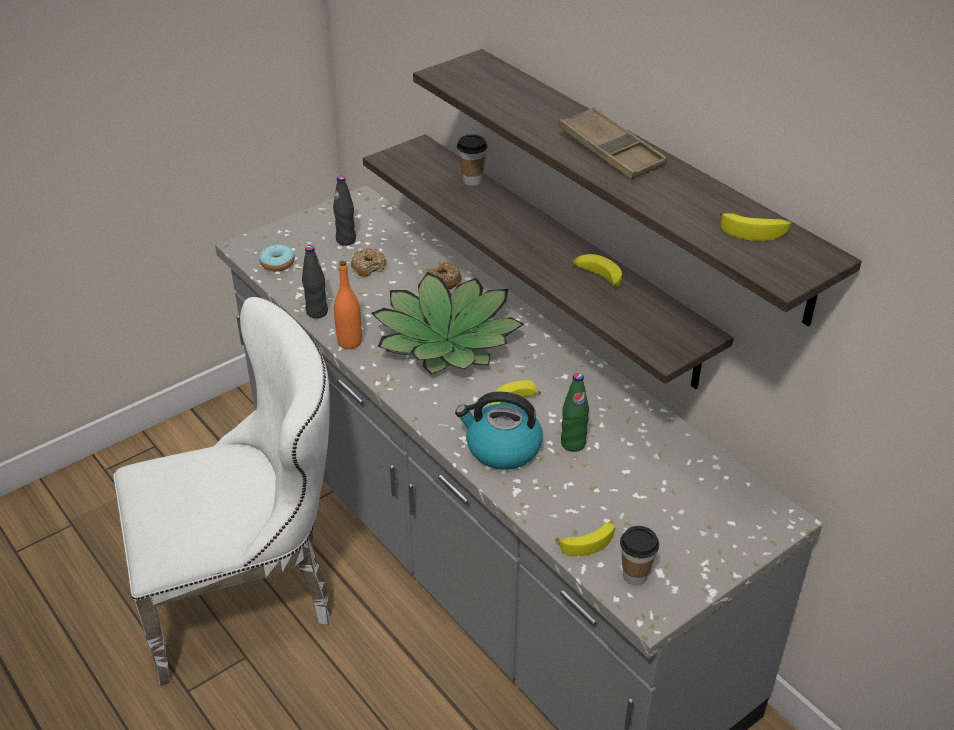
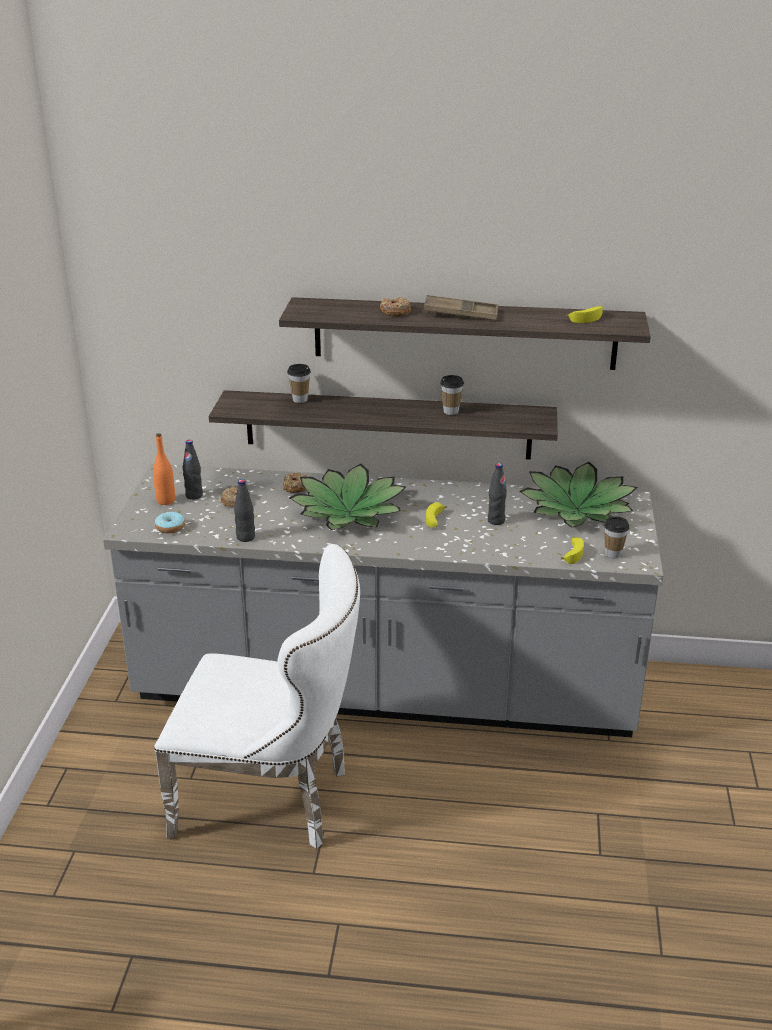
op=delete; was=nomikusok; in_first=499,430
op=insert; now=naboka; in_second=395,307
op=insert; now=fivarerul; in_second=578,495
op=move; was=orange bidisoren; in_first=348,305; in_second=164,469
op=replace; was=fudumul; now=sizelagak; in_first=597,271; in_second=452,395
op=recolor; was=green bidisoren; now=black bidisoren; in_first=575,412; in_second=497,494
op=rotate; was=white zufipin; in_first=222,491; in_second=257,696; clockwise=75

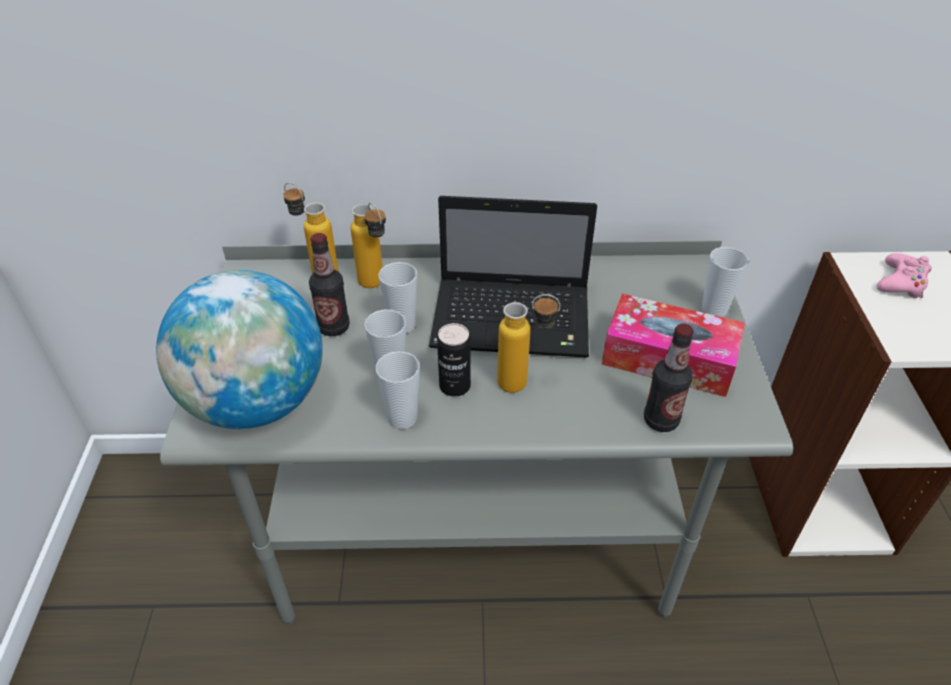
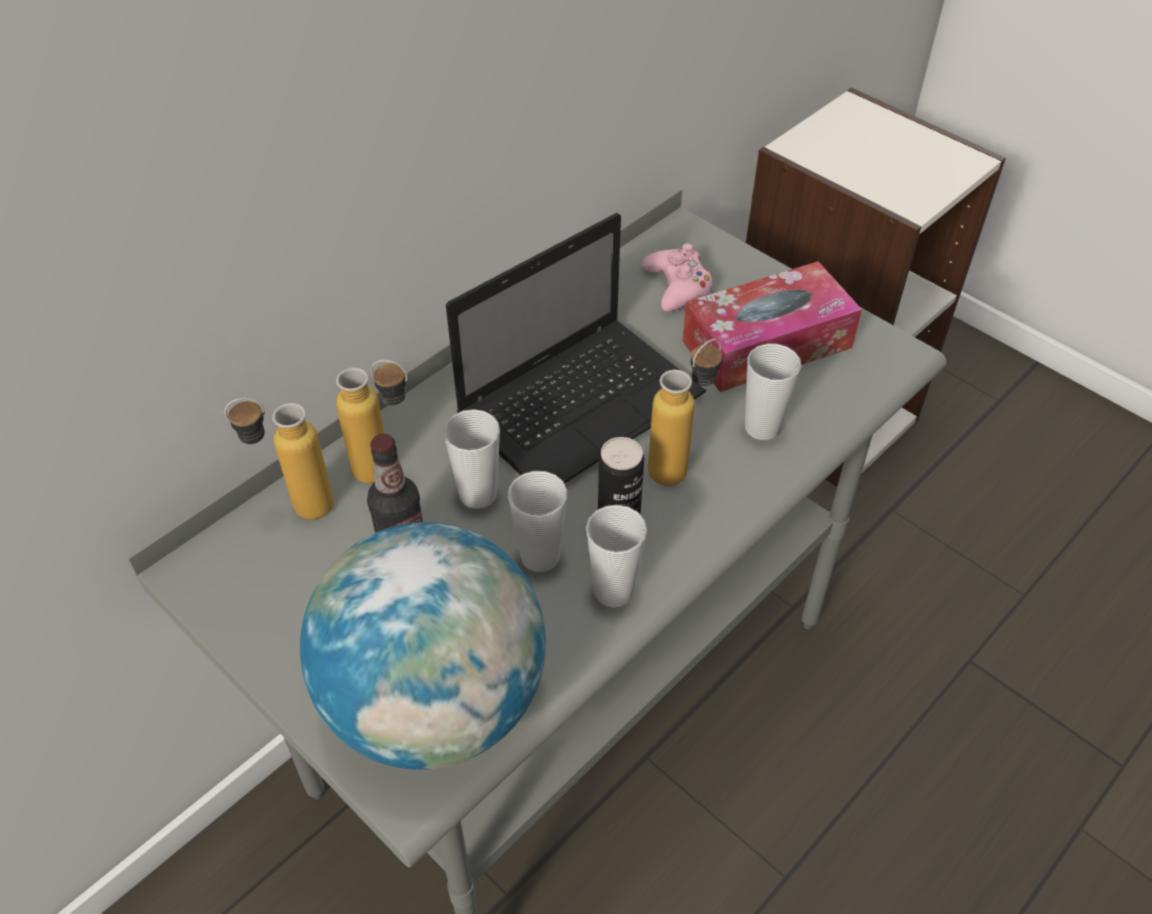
op=delete; was=bidisoren; in_first=669,378
op=move; was=sizelagak; in_first=725,282; in_second=773,391
op=move; was=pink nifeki; in_first=904,275; in_second=677,278

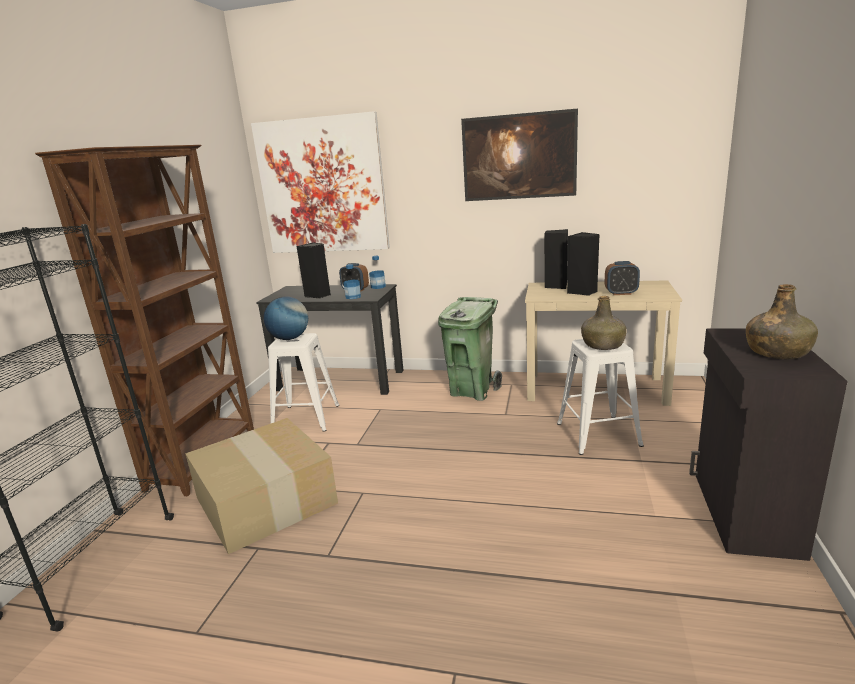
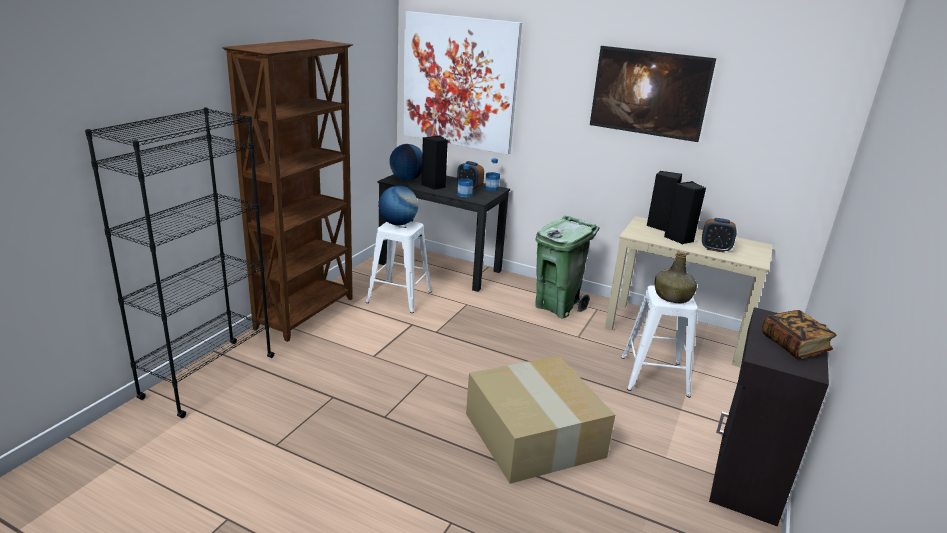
op=insert; now=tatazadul; in_second=405,162
op=move; was=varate; in_first=261,486; in_second=540,420
op=replace; was=green bidisoren; now=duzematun; in_first=782,321; in_second=799,334

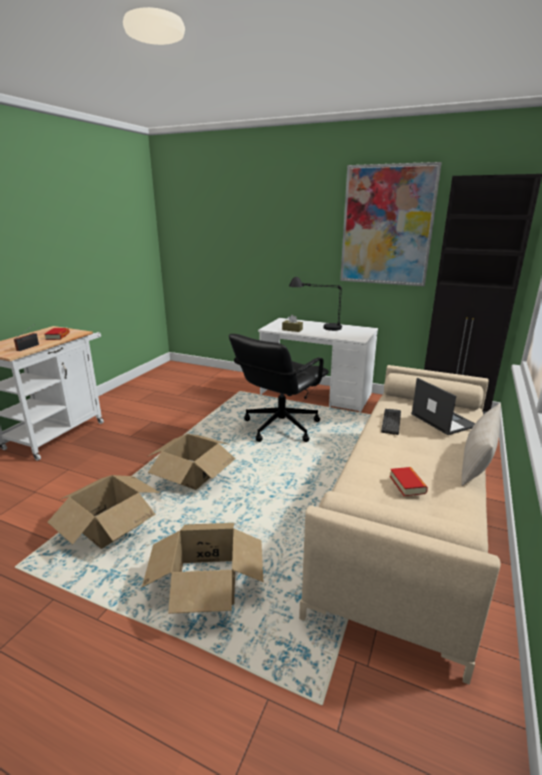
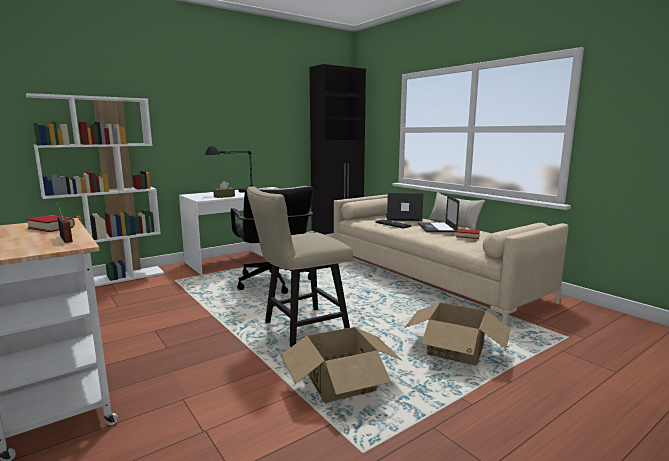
op=delete; was=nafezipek; in_first=391,224
op=insert; now=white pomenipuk; in_second=95,190
op=insert; now=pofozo; in_second=438,214
op=replace; was=varate; now=beige zufipin; in_first=191,462; in_second=300,266

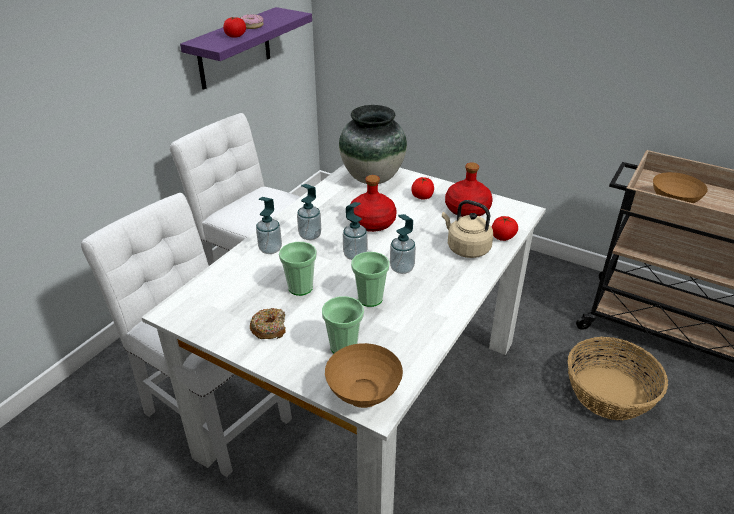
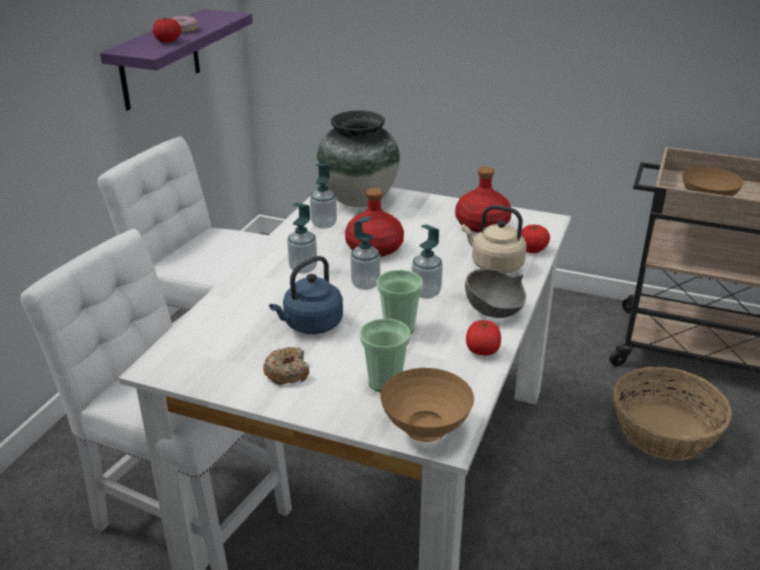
op=insert; now=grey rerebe; in_second=495,293
op=move; was=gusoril; in_first=269,225; in_second=323,196
op=move; was=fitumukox; in_first=422,188; in_second=483,338
op=replace; was=sizelagak; now=blue nomikusok; in_first=298,269; in_second=306,295

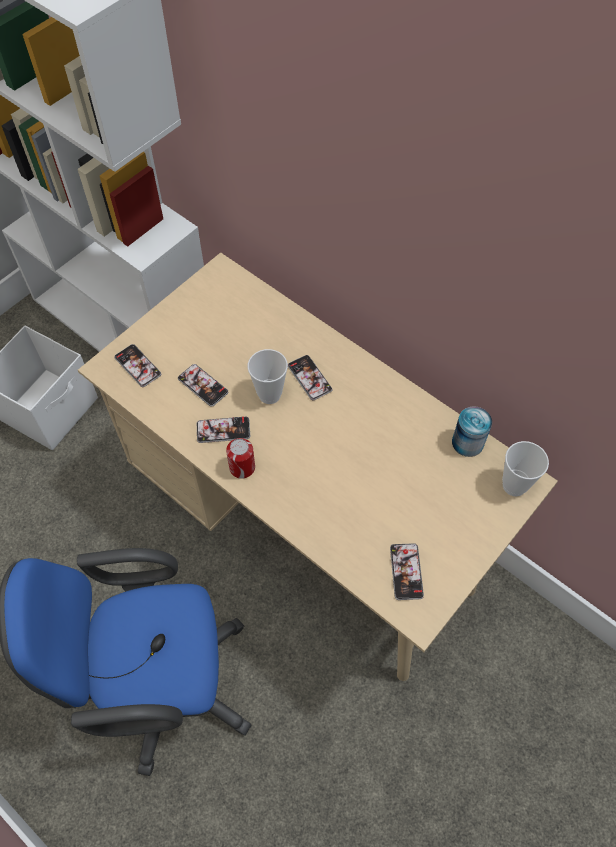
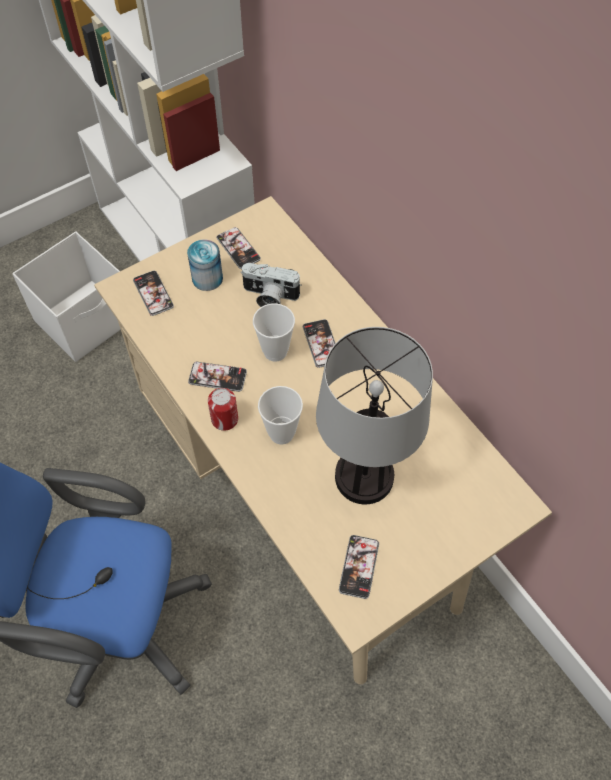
op=insert; now=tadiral; in_second=271,285
op=insert; now=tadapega; in_second=374,416
op=move; was=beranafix; in_first=203,385; in_second=239,248
op=move; was=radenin; in_first=472,431; in_second=205,265
op=move; was=sizelagak; in_first=525,469; in_second=280,415

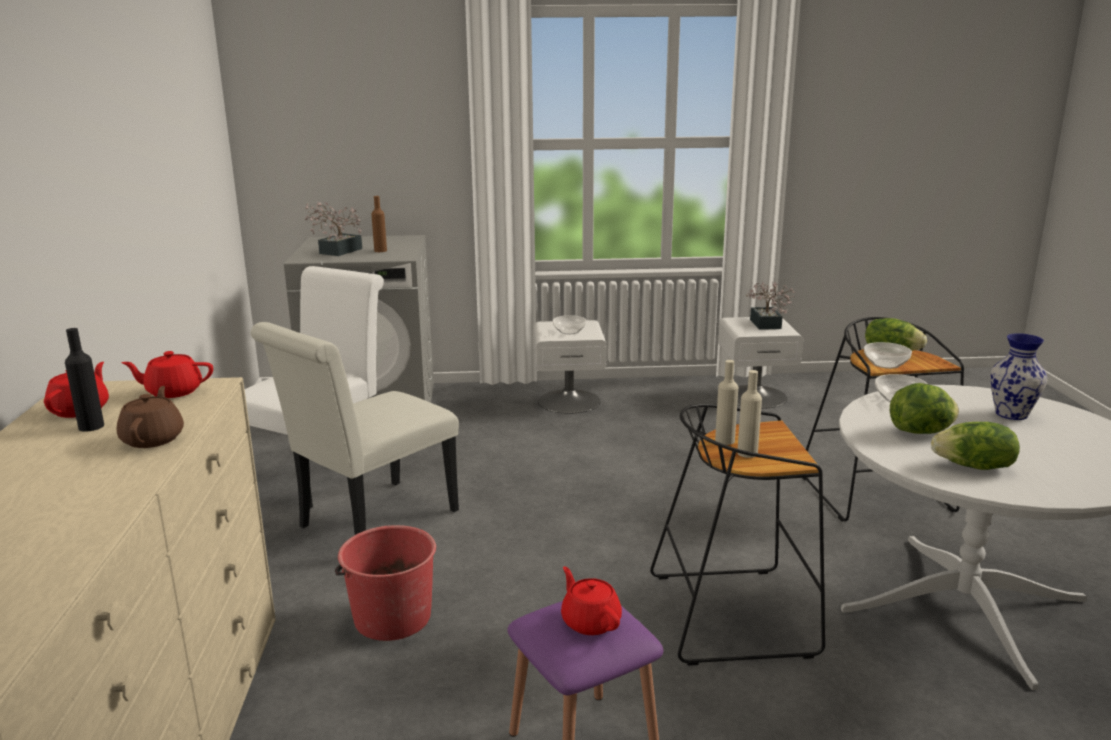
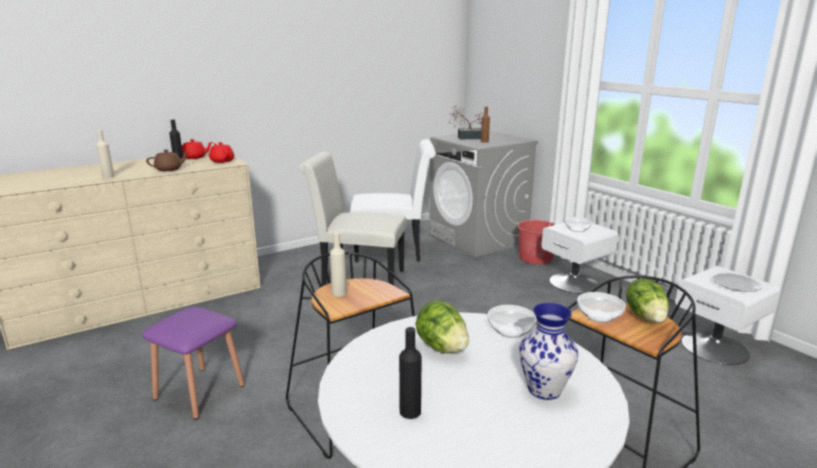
op=delete; was=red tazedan; in_first=591,600
op=delete; was=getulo; in_first=975,446
op=insert; now=black bidisoren; in_second=410,373
op=move; was=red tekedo; in_first=385,583; in_second=535,242
op=move; was=beige bidisoren; in_first=726,402; in_second=105,154
op=replace; was=fivarerul; now=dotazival; in_first=770,305; in_second=737,282

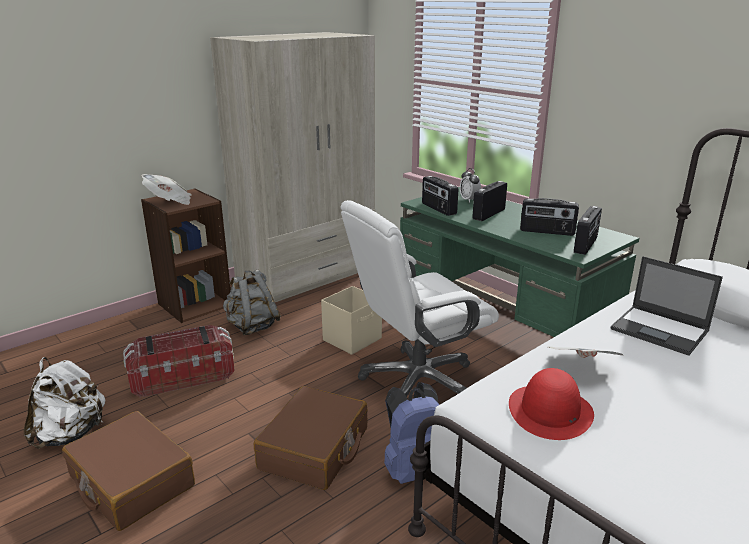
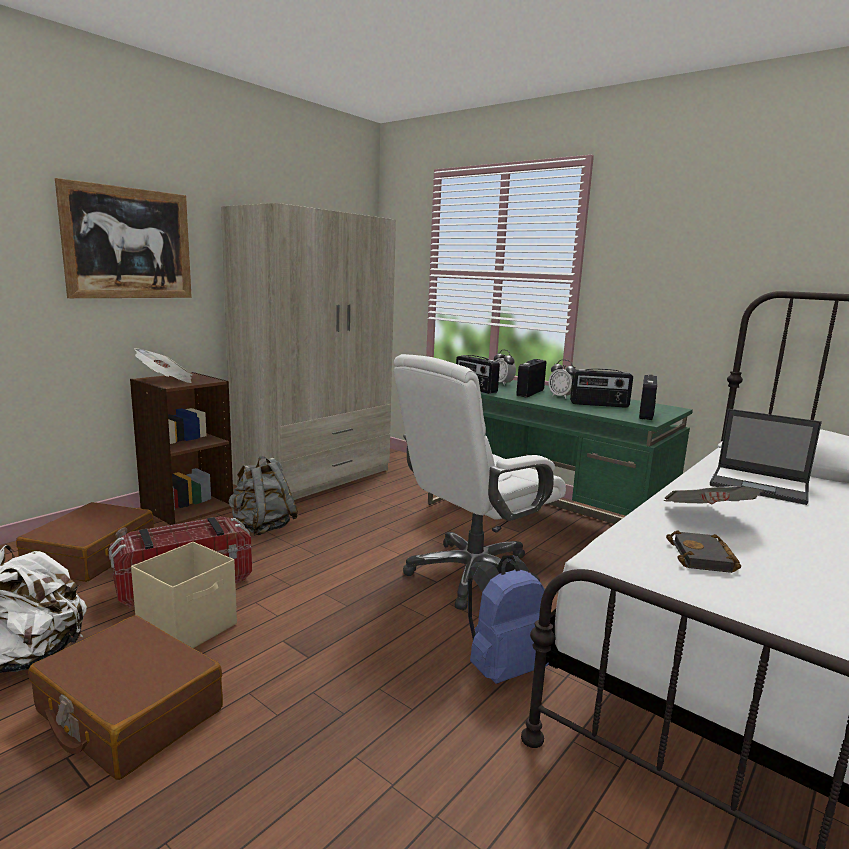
op=insert; now=nafezipek; in_second=123,238
op=insert; now=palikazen; in_second=562,379
op=move; was=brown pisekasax; in_first=310,438; in_second=85,542
op=move; was=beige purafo; in_first=351,320; in_second=184,595
op=replace; was=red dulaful; now=black duzematun; in_first=551,404; in_second=703,552

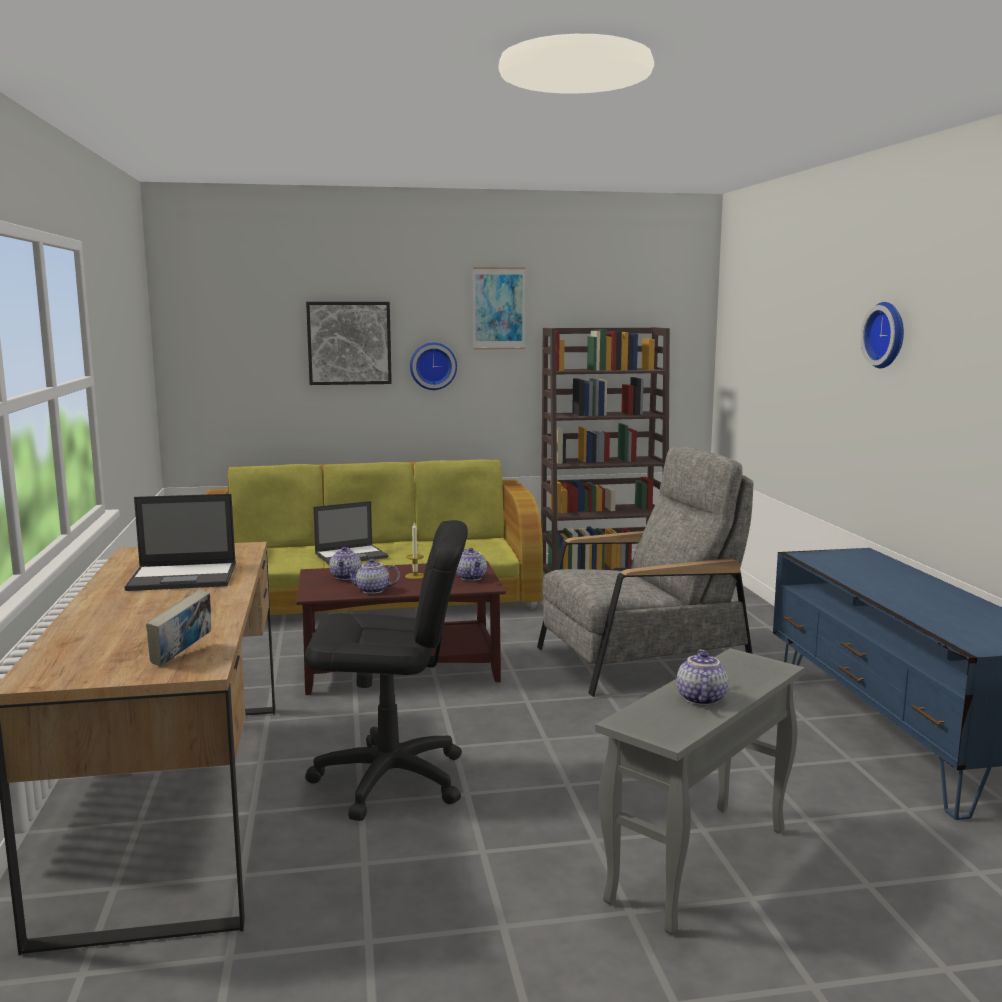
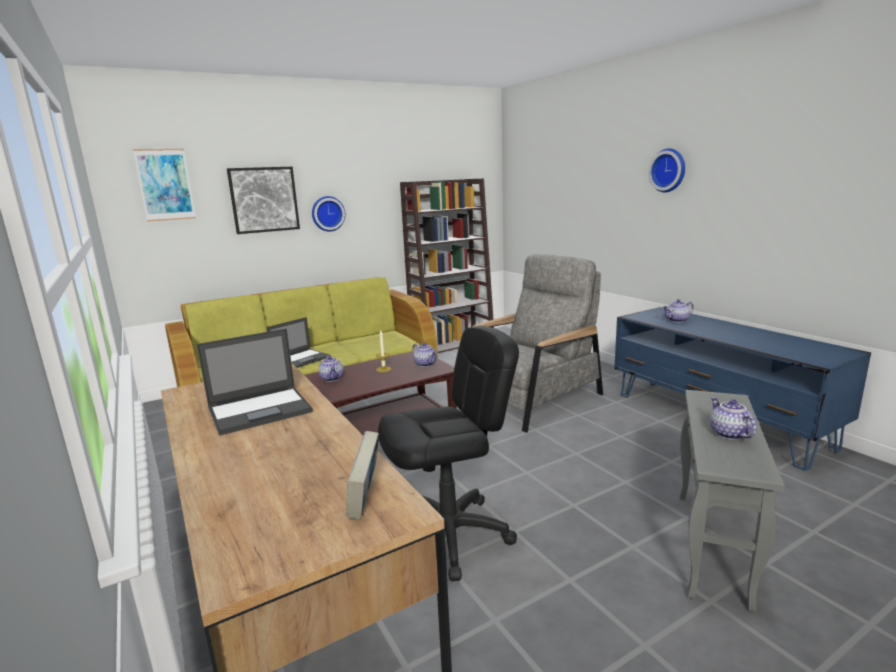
op=move; was=tazedan; in_first=372,576; in_second=678,310
op=move; was=nafezipek; in_first=499,308; in_second=164,185

